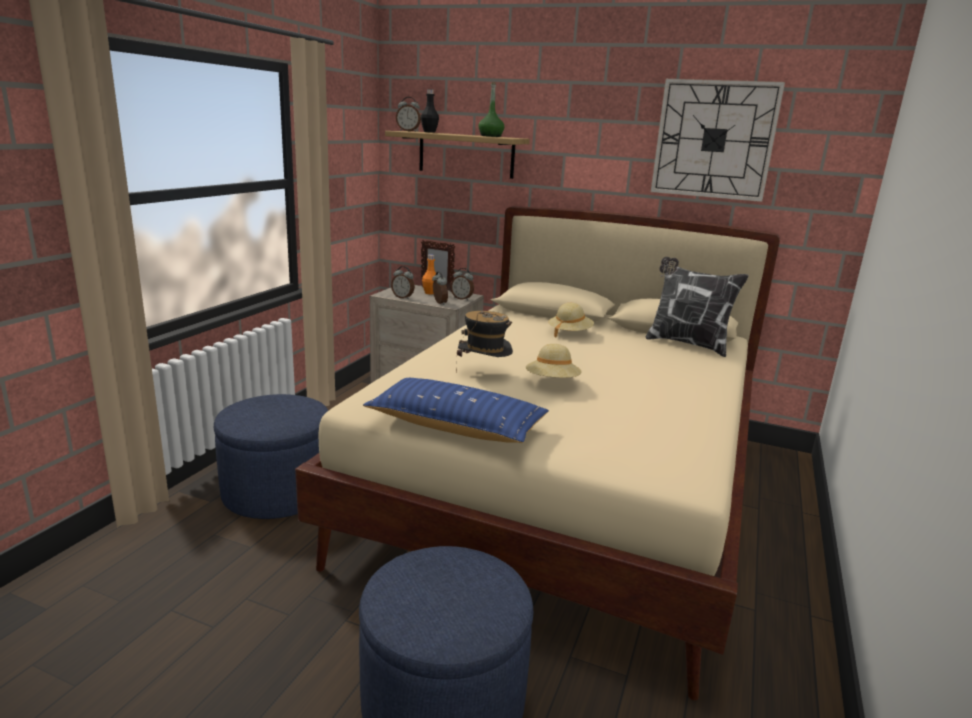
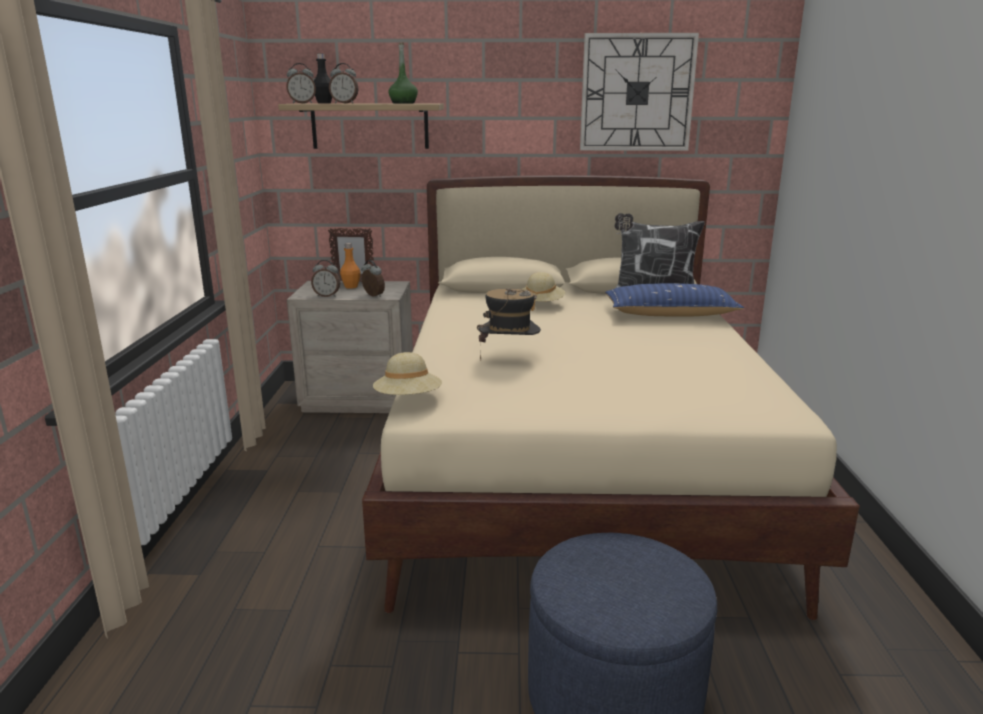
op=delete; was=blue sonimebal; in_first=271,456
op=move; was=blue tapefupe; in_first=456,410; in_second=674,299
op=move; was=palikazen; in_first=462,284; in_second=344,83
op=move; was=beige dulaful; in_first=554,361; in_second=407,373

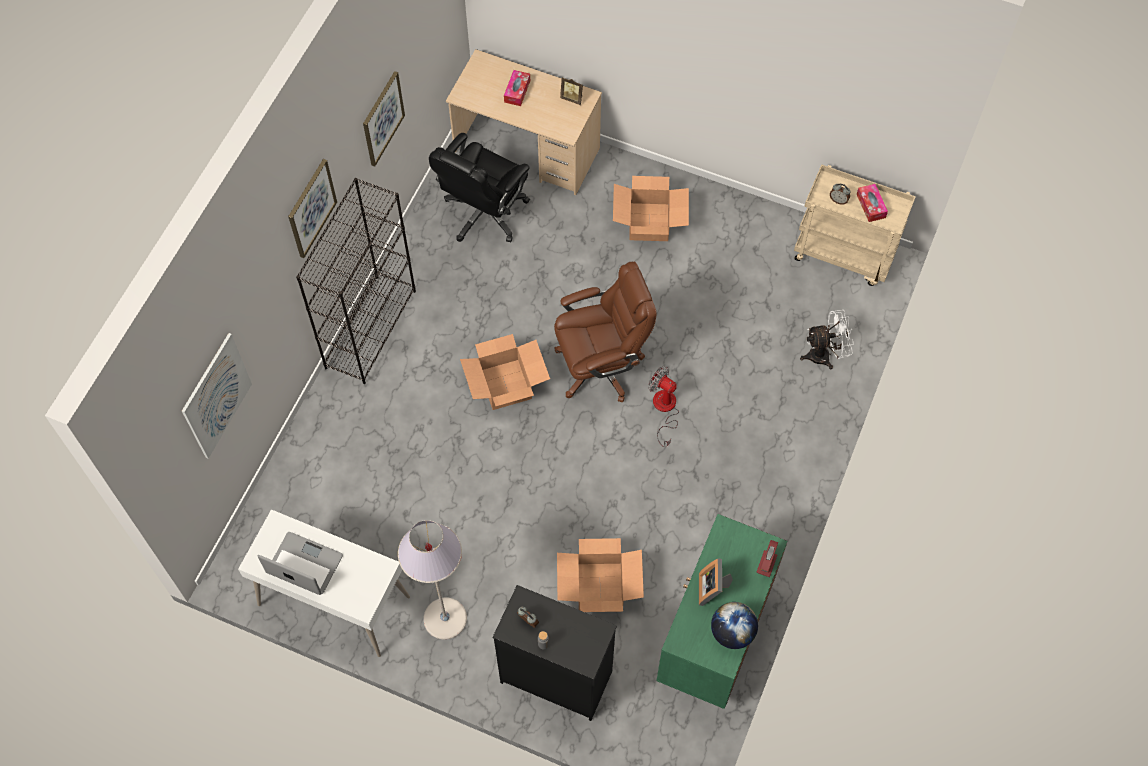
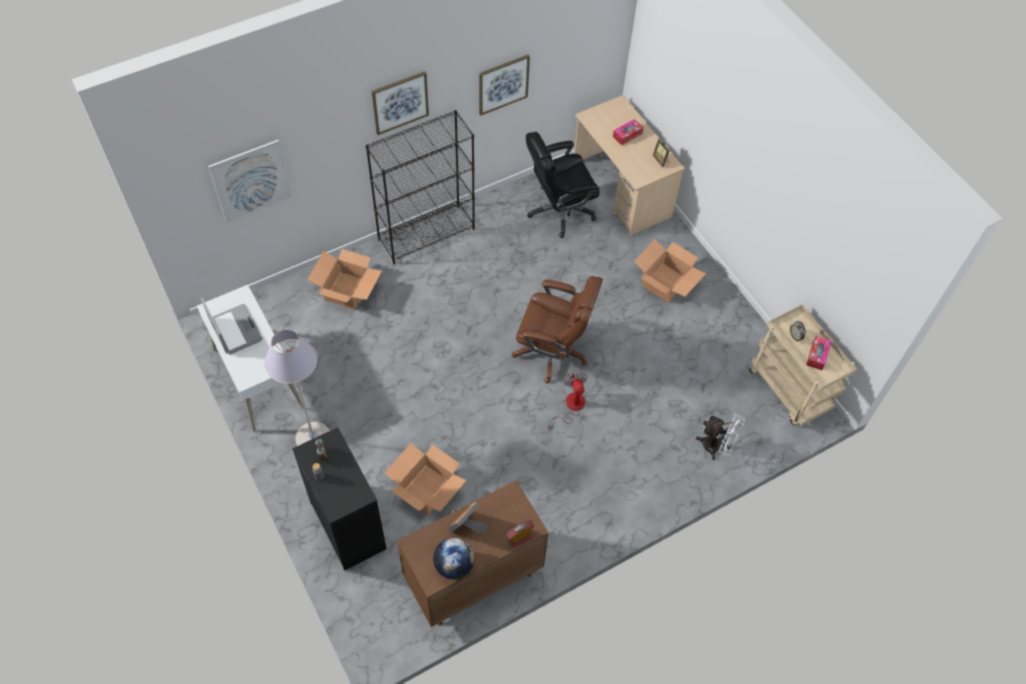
op=move; was=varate; in_first=505,372; in_second=345,279
op=recolor; was=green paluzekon; now=brown paluzekon; in_first=721,611; in_second=473,553

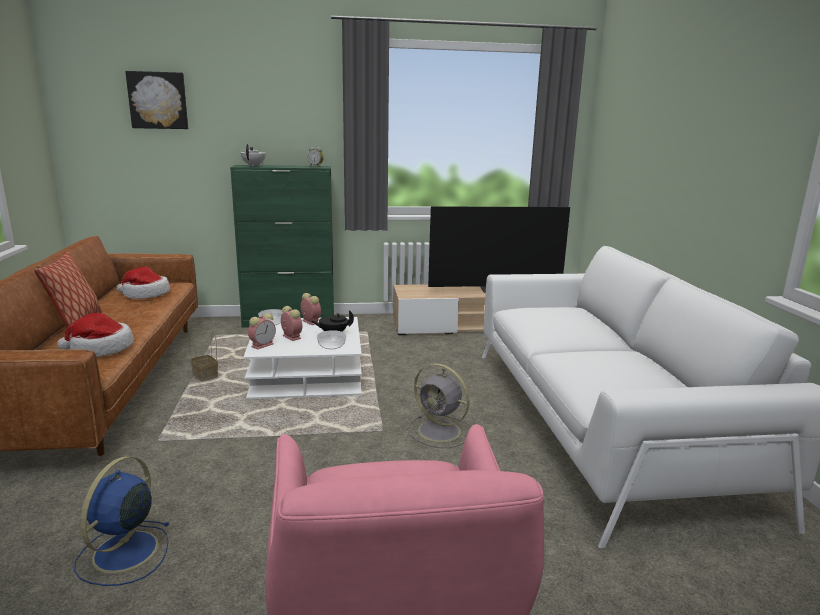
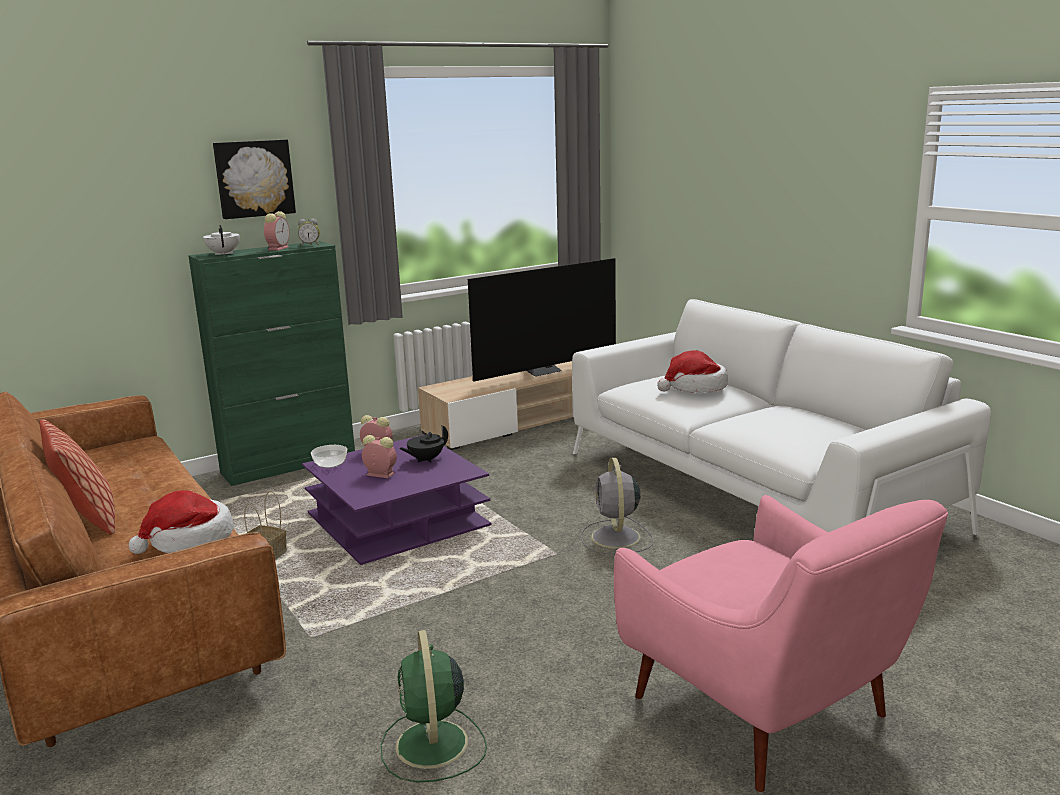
op=delete; was=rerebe; in_first=331,339
op=move; was=dulaful; in_first=143,283; in_second=692,371
op=move; was=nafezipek; in_first=156,100; in_second=254,179
op=move; was=palikazen; in_first=262,331; in_second=276,231
op=recolor; was=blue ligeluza; now=green ligeluza; in_first=121,521; in_second=434,706
op=recolor; was=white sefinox; now=purple sefinox; in_first=302,358; in_second=397,499
op=rotate; was=grey ligeluza; in_first=439,405; in_second=617,506; clockwise=75

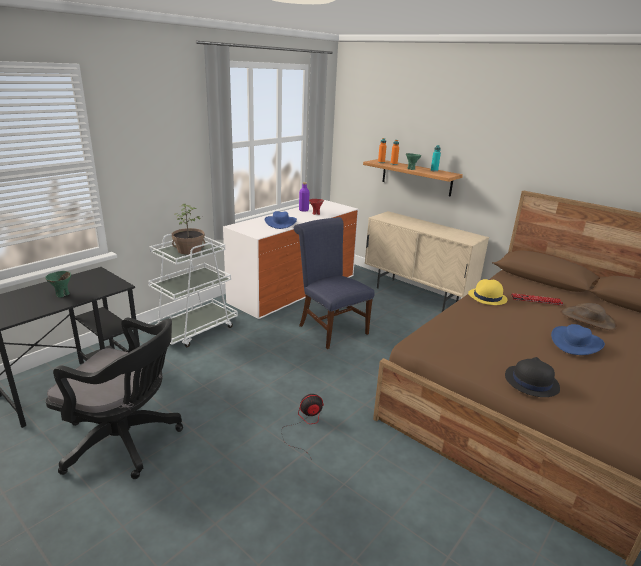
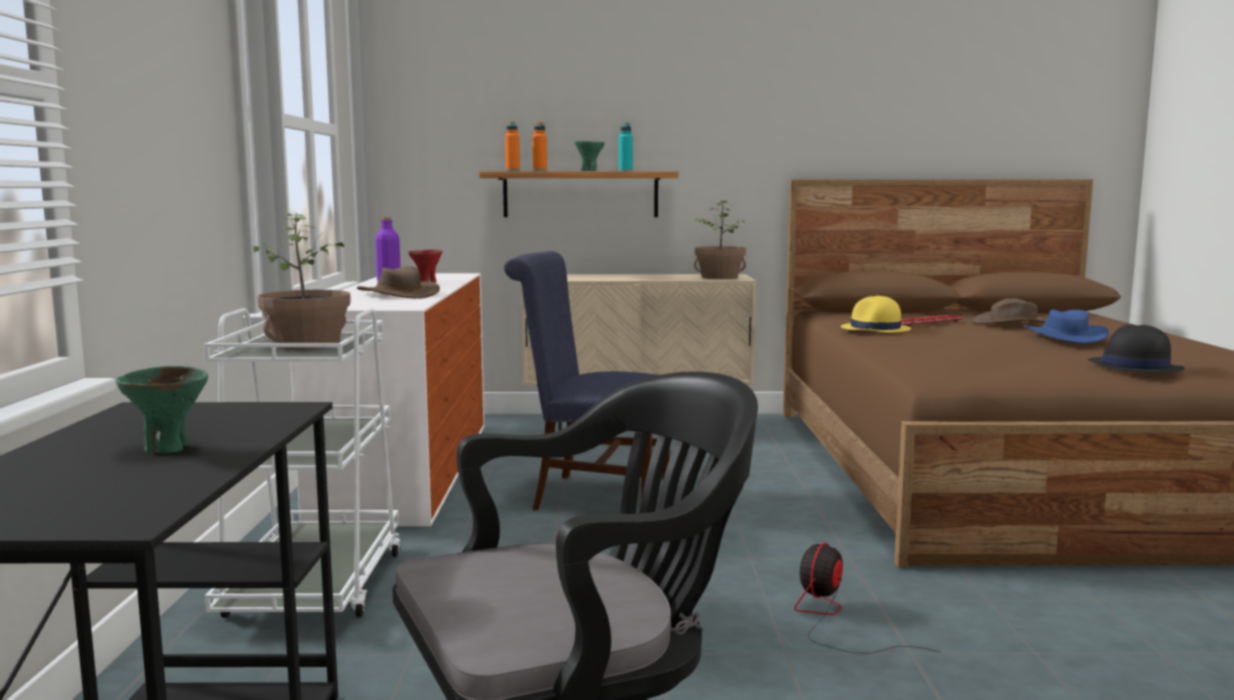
op=insert; now=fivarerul; in_second=720,239
op=recolor; was=blue dulaful; now=brown dulaful; in_first=281,220; in_second=398,282

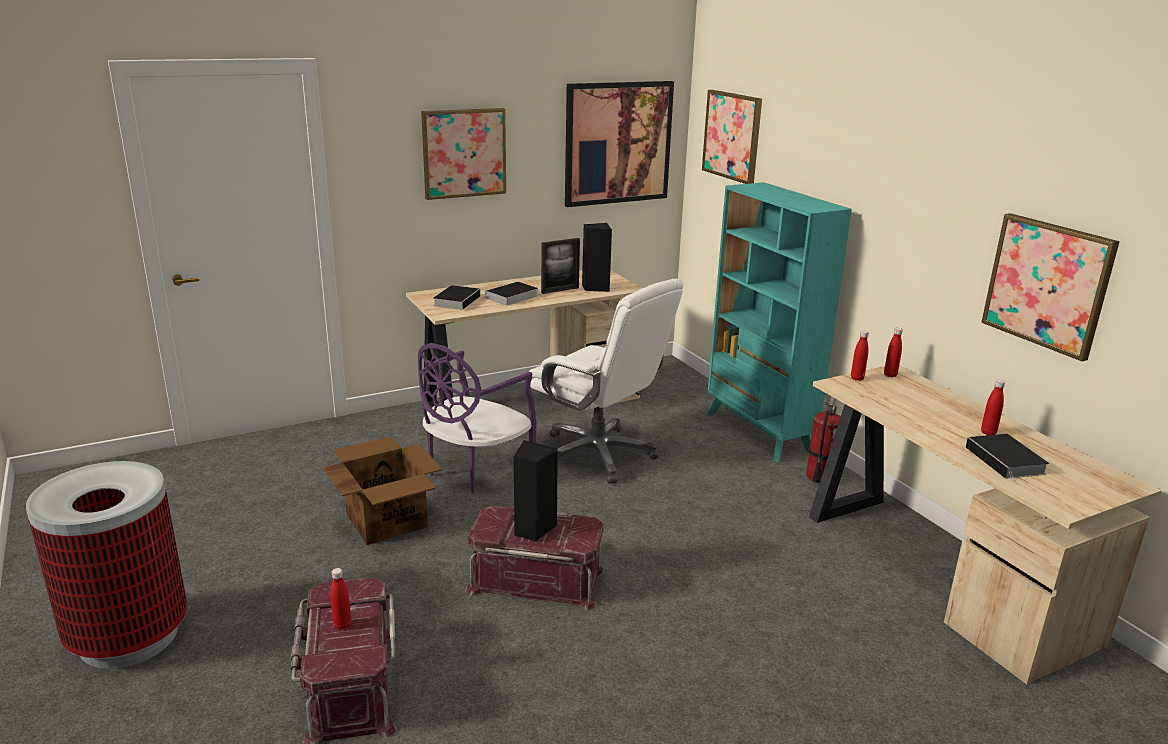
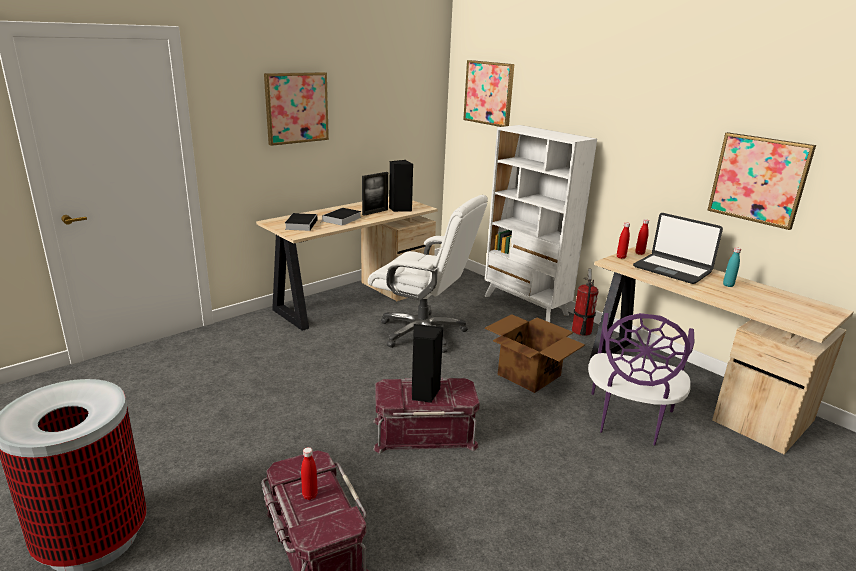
op=delete; was=nafezipek; in_first=619,144
op=delete; was=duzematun; in_first=1007,459
op=insert; now=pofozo; in_second=678,248
op=move; was=varate; in_first=382,490; in_second=535,353
op=move; was=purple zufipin; in_first=477,418; in_second=641,379
op=recolor; was=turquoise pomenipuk; now=white pomenipuk; in_first=779,322; in_second=541,223
op=recolor; was=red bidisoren; now=turquoise bidisoren; in_first=993,407; in_second=732,267

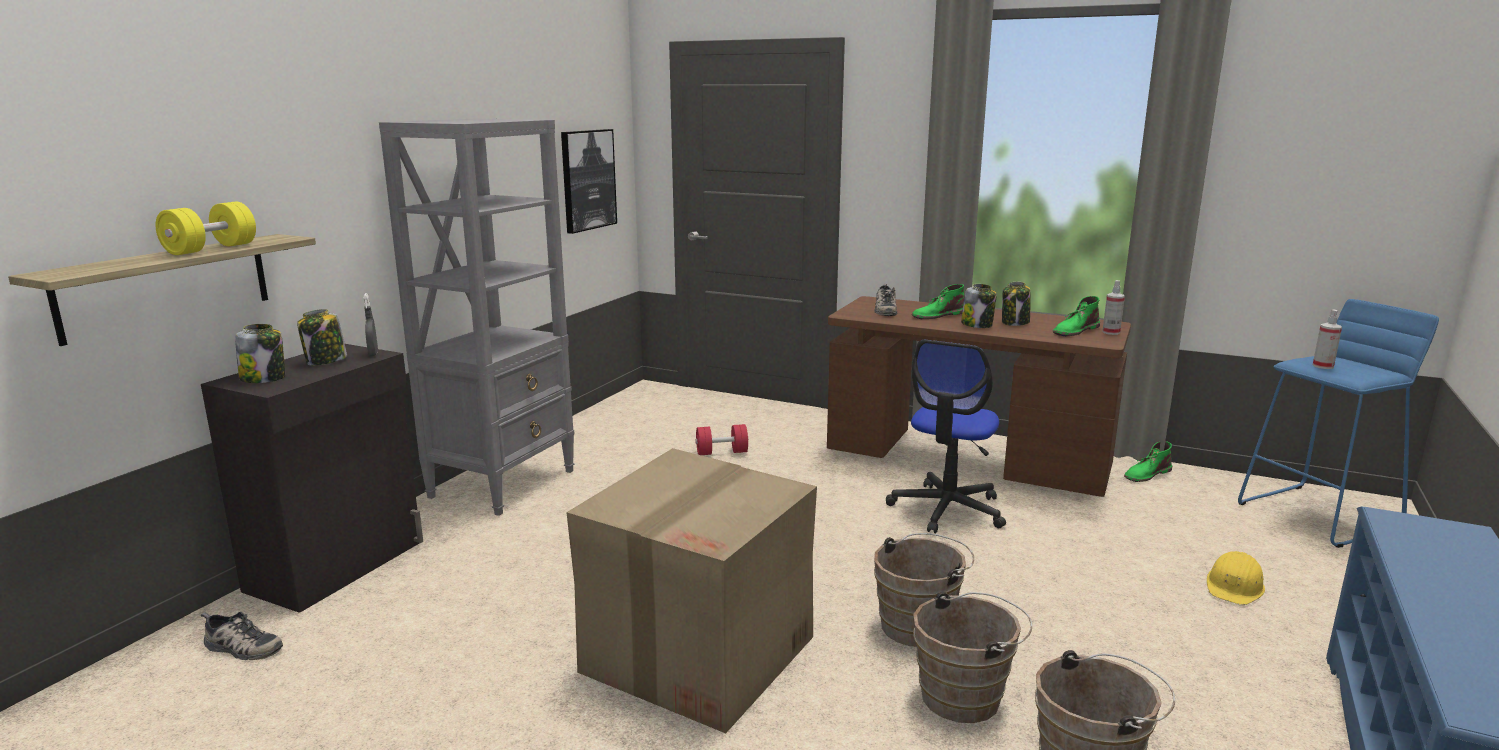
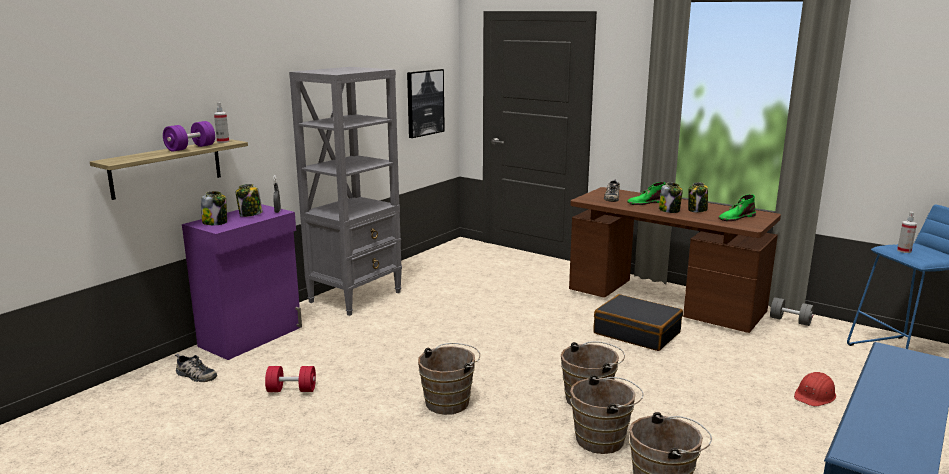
op=move; was=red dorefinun; in_first=721,439; in_second=290,379
op=move; was=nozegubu; in_first=1113,307; in_second=221,122
op=replace; was=varate; now=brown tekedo; in_first=691,590; in_second=449,379
op=replace; was=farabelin; now=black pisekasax; in_first=946,436; in_second=638,322
op=replace; was=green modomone; now=grey dorefinun; in_first=1148,461; in_second=792,311
op=recolor; was=yellow dorefinun; now=purple dorefinun; in_first=205,228; in_second=189,136
op=recolor; was=black paluzekon; now=purple paluzekon; in_first=312,478; in_second=242,282
op=recolor; was=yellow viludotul; now=red viludotul; in_first=1236,578; in_second=815,389

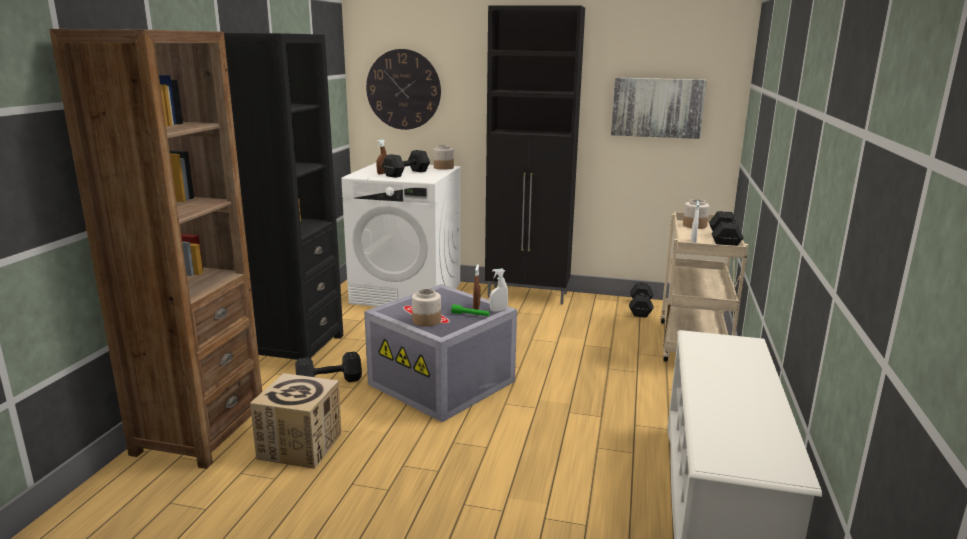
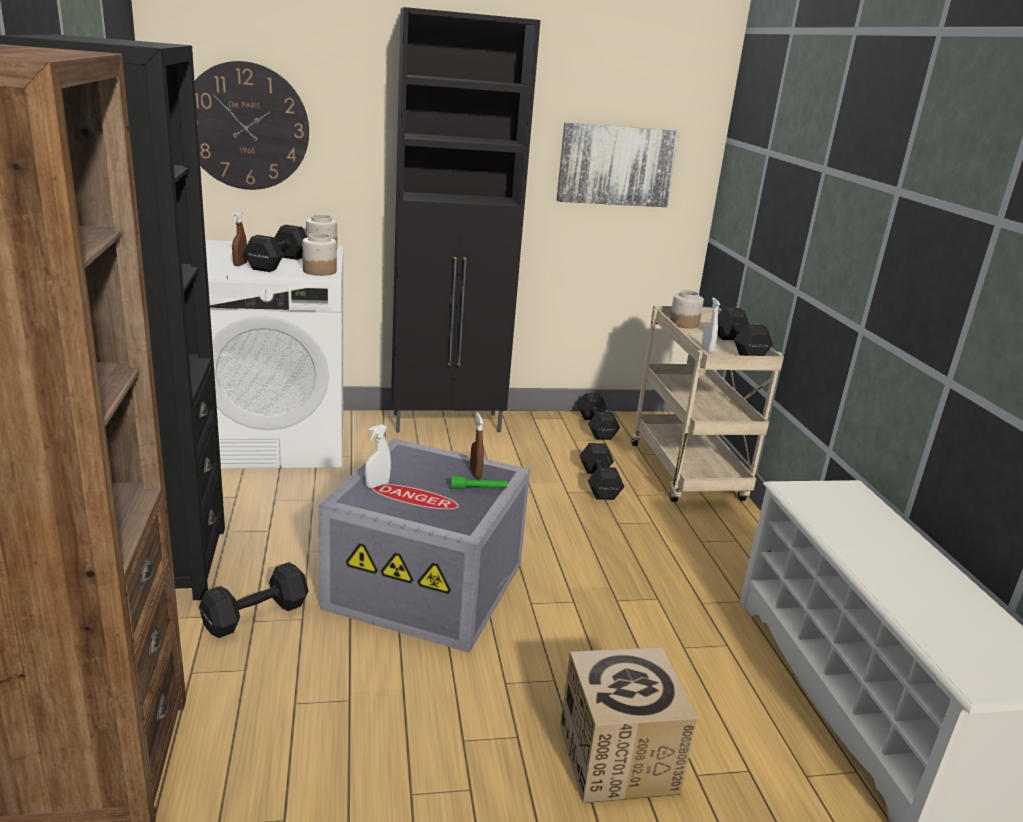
op=insert; now=black dorefinun; in_second=602,471
op=move; was=varate; in_first=295,421; in_second=629,725
op=move; was=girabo; in_first=426,308; in_second=319,254
op=move; was=white nozegubu; in_first=499,290; in_second=378,456

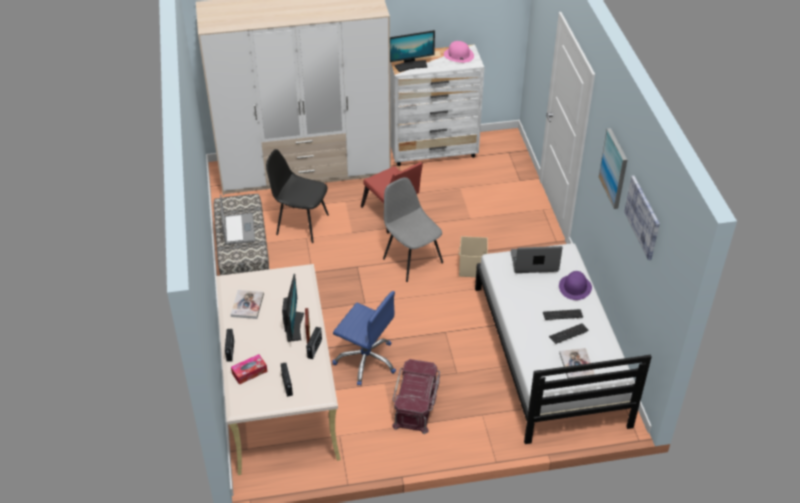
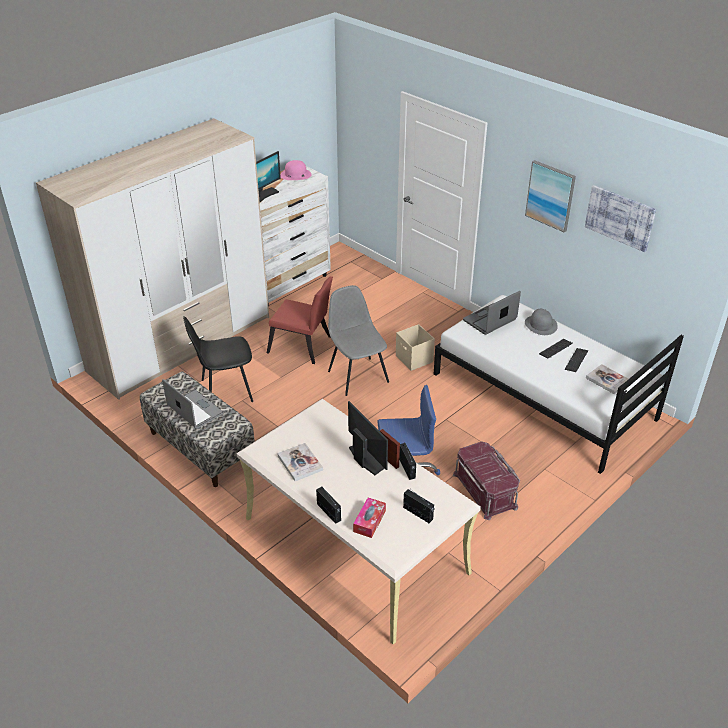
op=recolor; was=purple dulaful; now=grey dulaful; in_first=575,285; in_second=541,322
op=rotate; was=grey zufipin; in_first=413,229; in_second=358,340; clockwise=45

